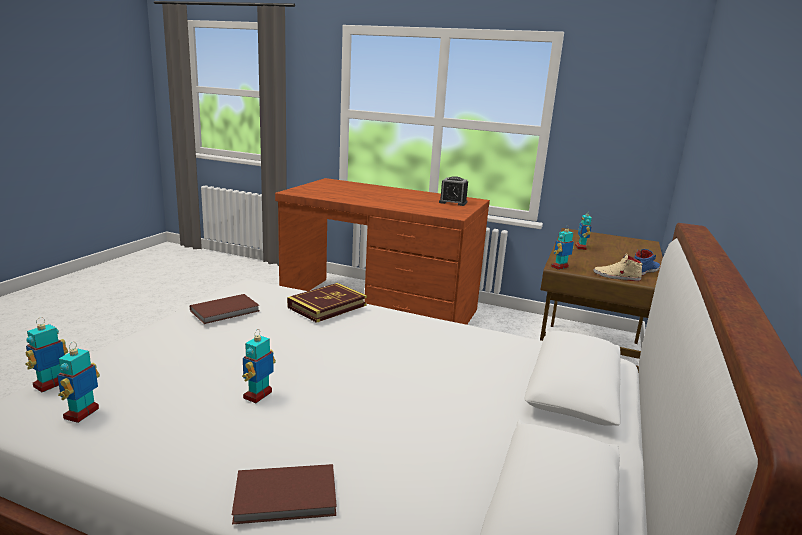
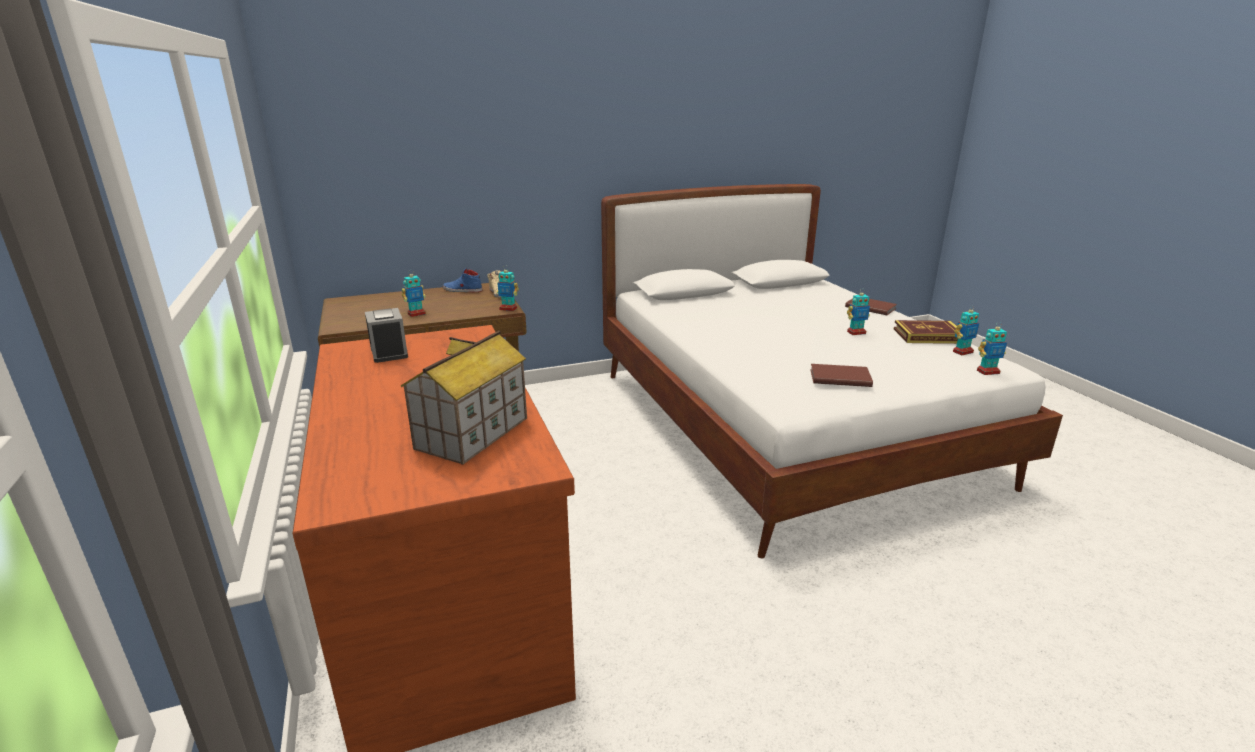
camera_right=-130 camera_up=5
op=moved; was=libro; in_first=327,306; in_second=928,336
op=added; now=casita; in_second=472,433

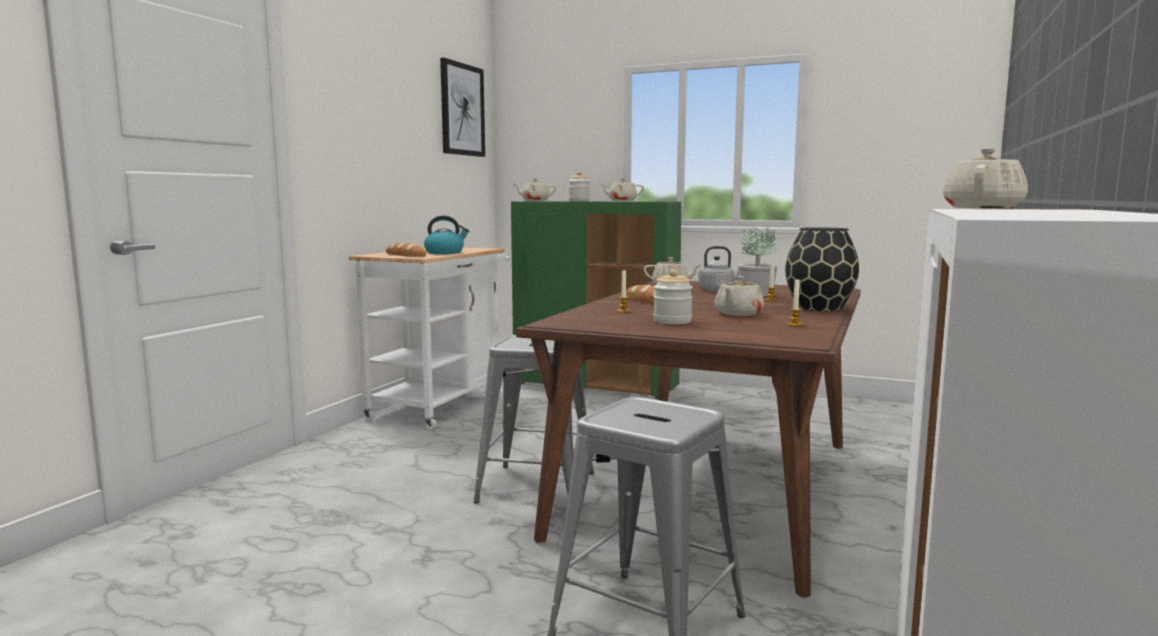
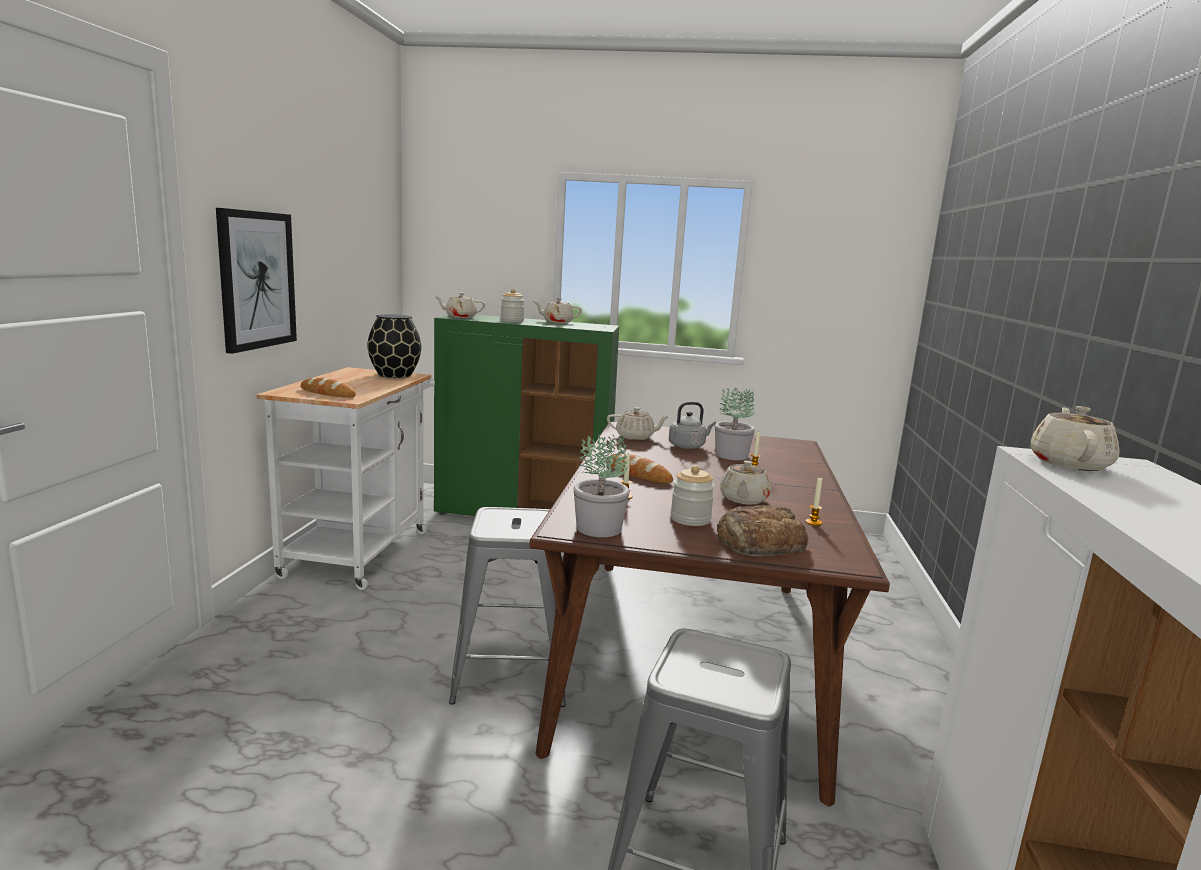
camera_right=-15 camera_up=5
op=removed; was=hervidor; in_first=445,253
op=moved; was=cuadro; in_first=462,110; in_second=256,280
op=moved; was=florero/negro; in_first=818,307; in_second=394,374
op=added; now=planta en maceta; in_second=599,528
op=added; now=pan; in_second=759,542

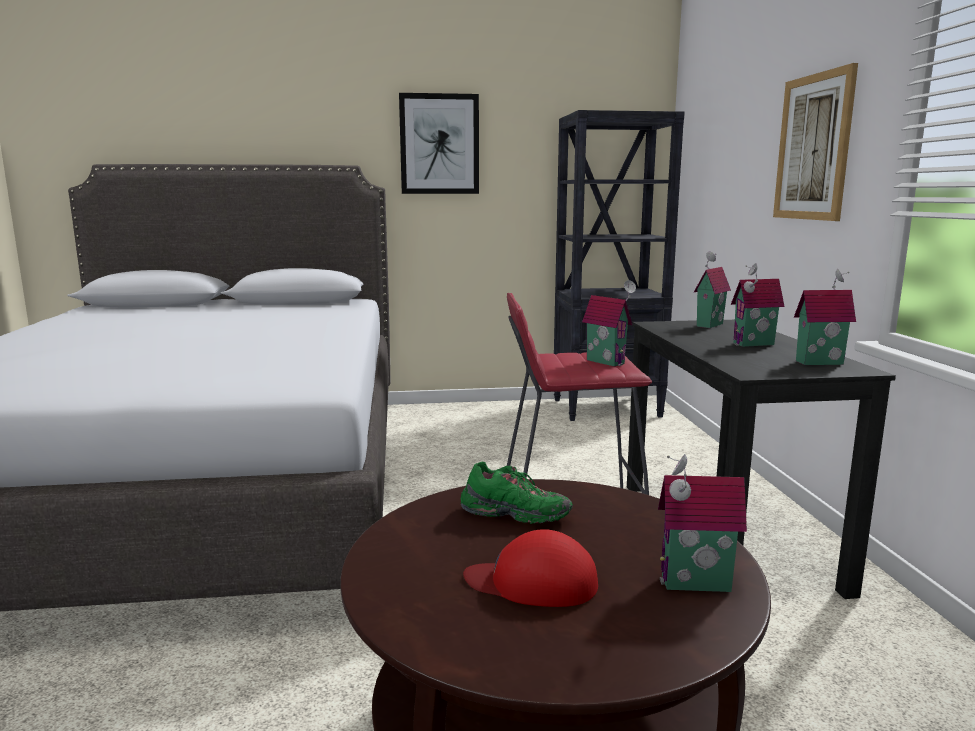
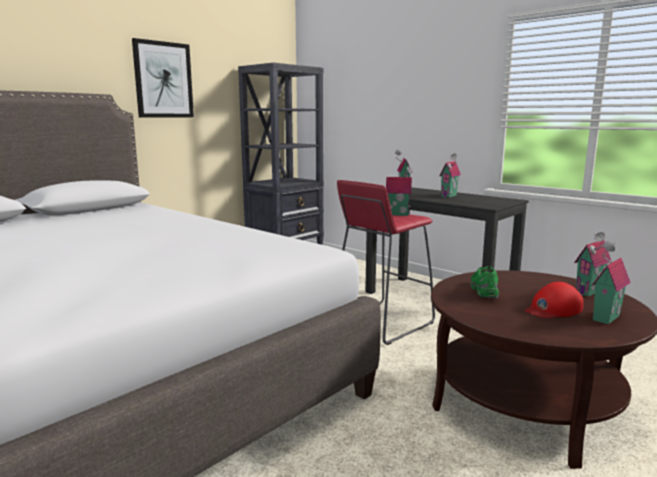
camera_right=-40 camera_up=0
op=turned; was=zapato/verde; in_first=515,515; in_second=484,291; clockwise=-60
op=removed; was=cuadro; in_first=813,147
op=moved; was=casita; in_first=818,362; in_second=603,317

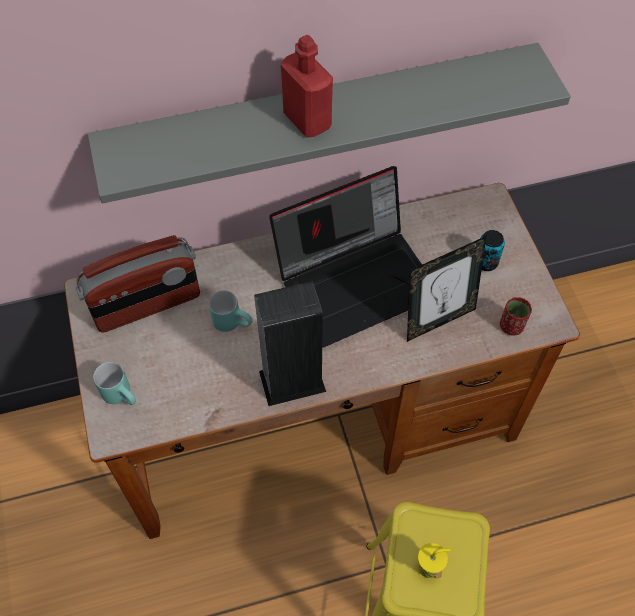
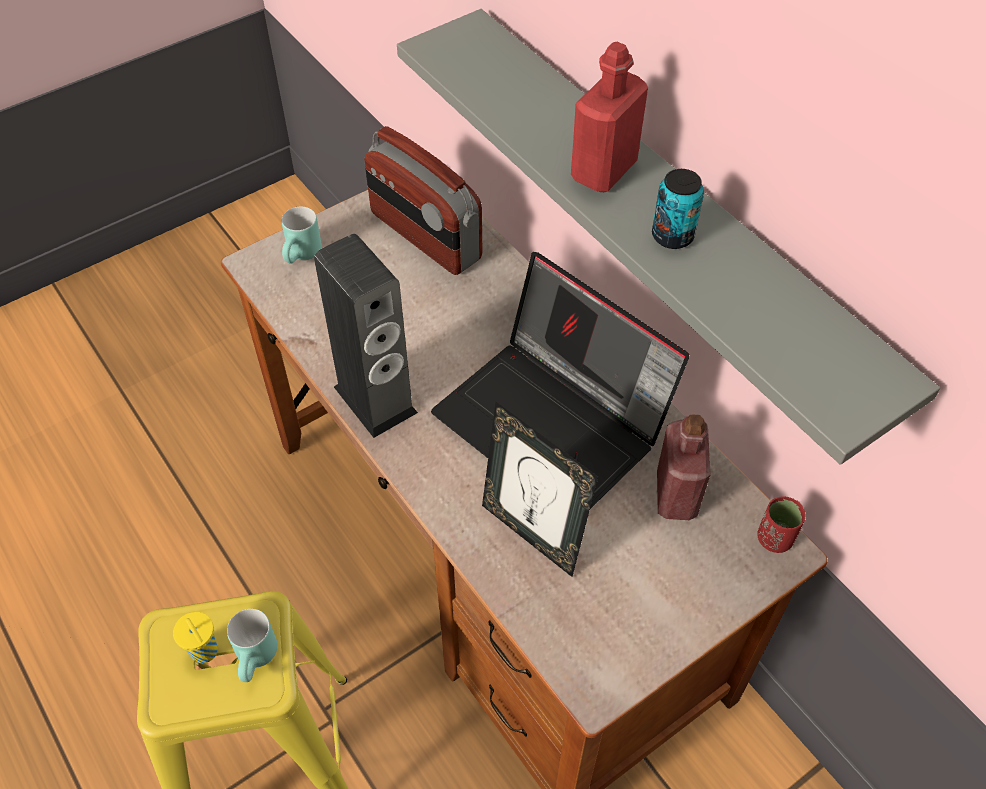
camera_right=70 camera_up=-5
op=moved; was=taza grande/turquesa; in_first=233,322; in_second=258,659
op=moved; was=lata; in_first=486,262; in_second=672,236
op=moved; was=taza/rojo; in_first=511,326; in_second=774,539
op=added; now=botella/rojo; in_second=676,495

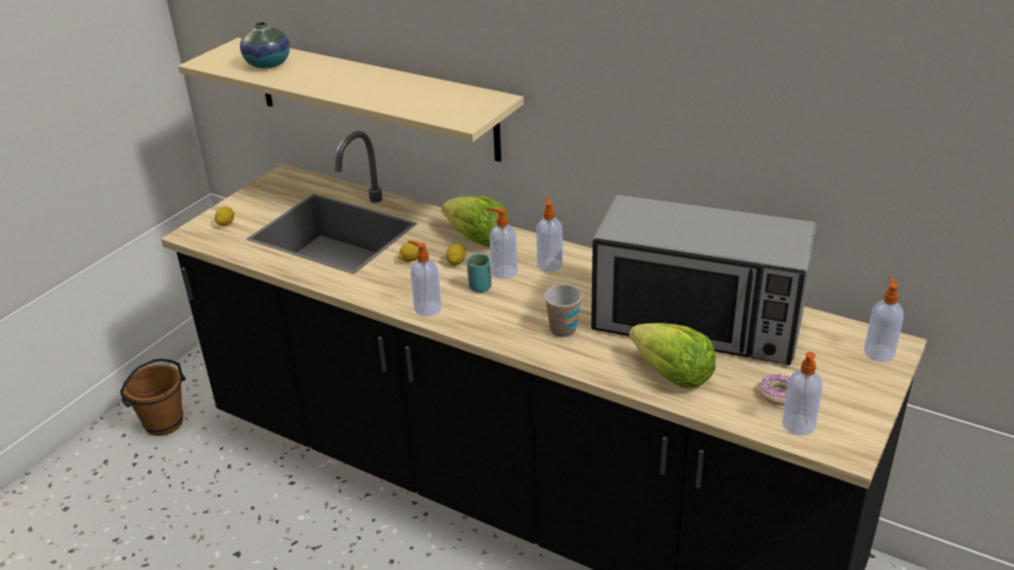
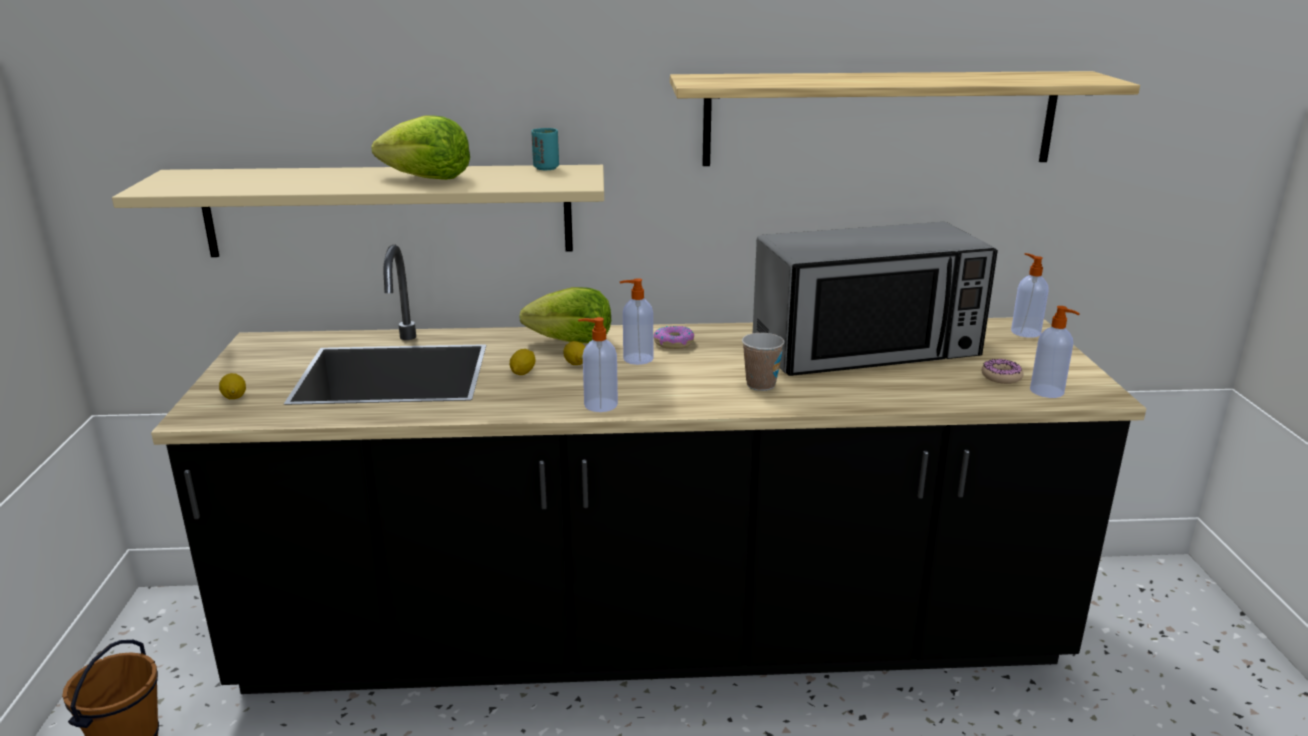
camera_right=-35 camera_up=-10
op=removed; was=florero; in_first=268,64
op=moved; was=taza/turquesa; in_first=480,287; in_second=546,168
op=replaced; was=dispensador de jabón; now=rosquilla; in_first=549,264; in_second=674,343
op=moved; was=lechuga; in_first=671,374; in_second=427,178
op=added; now=estante; in_second=879,118

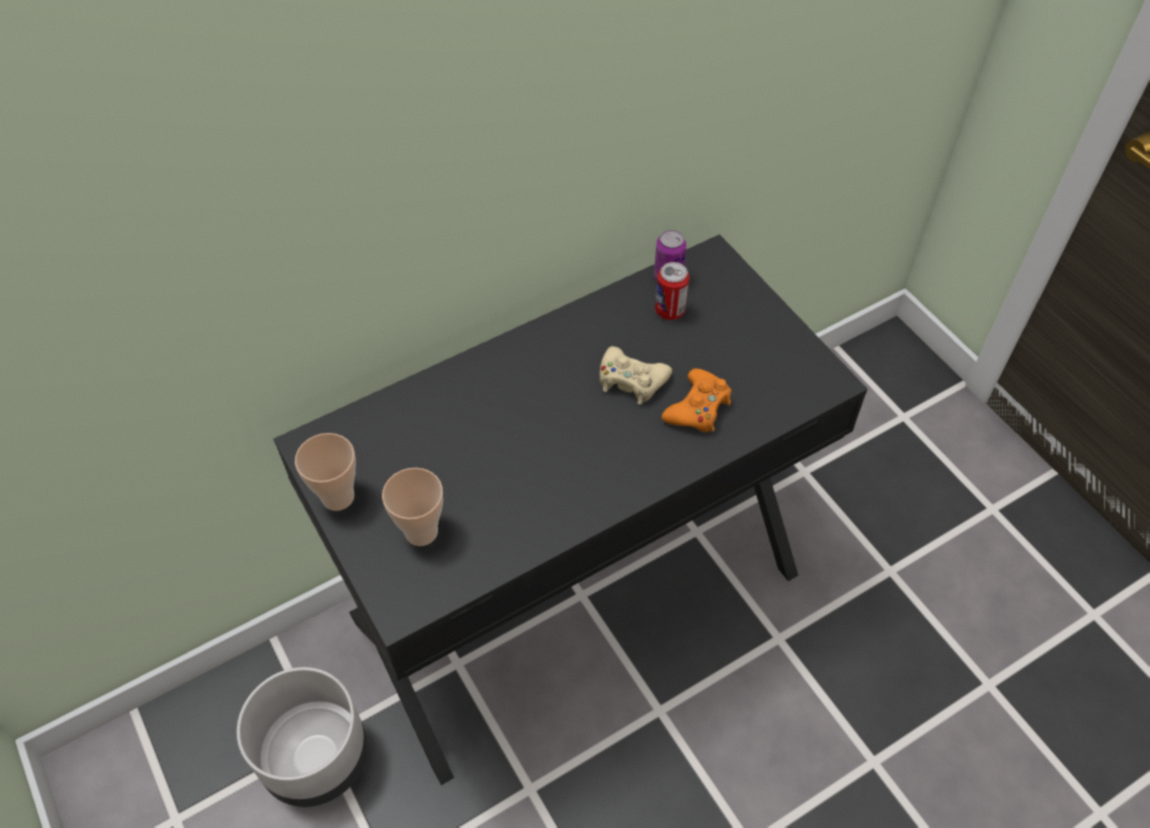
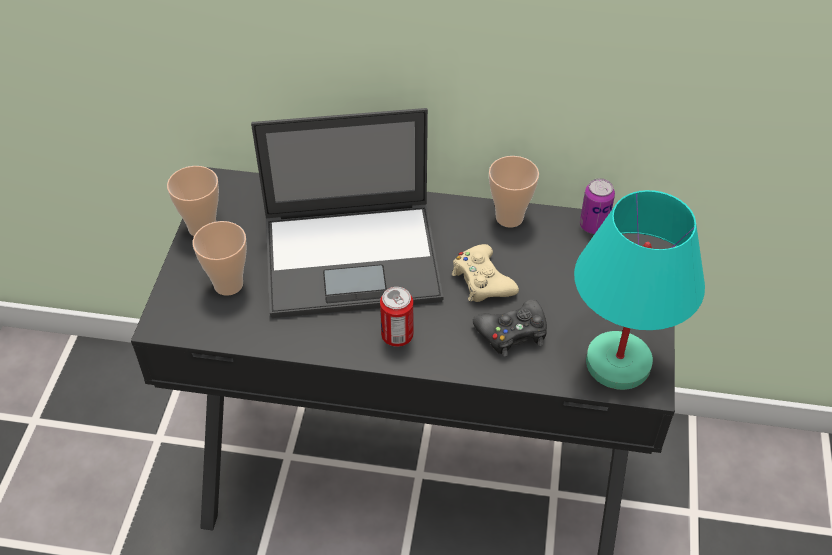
camera_right=40 camera_up=-5
op=removed; was=maceta/gris; in_first=315,756
op=moved; was=lata; in_first=670,311; in_second=397,336
op=recoloured; was=mando de consola/naranja; now=mando de consola/negro; in_first=698,408; in_second=512,333
op=added; now=portátil; in_second=354,258
op=added; now=taza; in_second=509,217
op=added; now=lámpara de mesa/turquesa; in_second=619,364

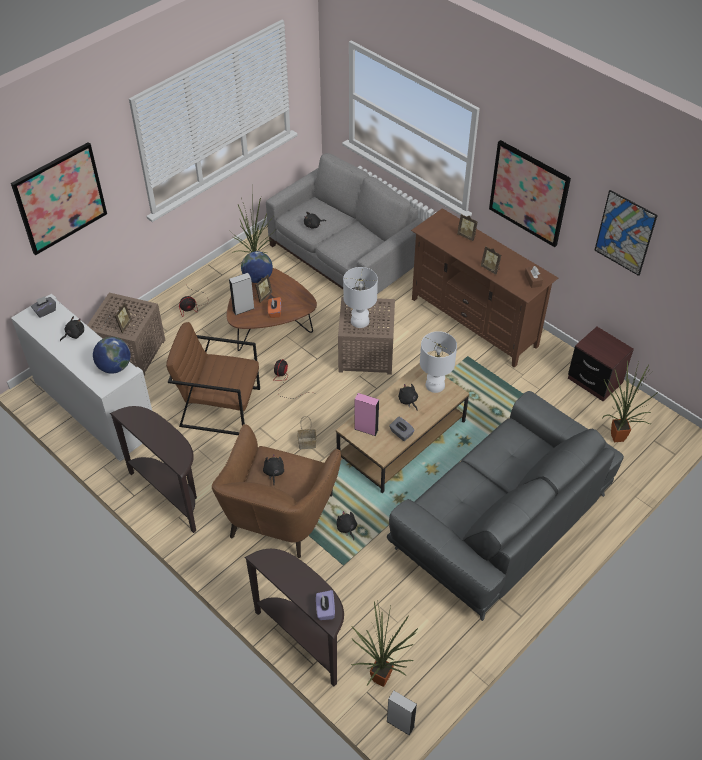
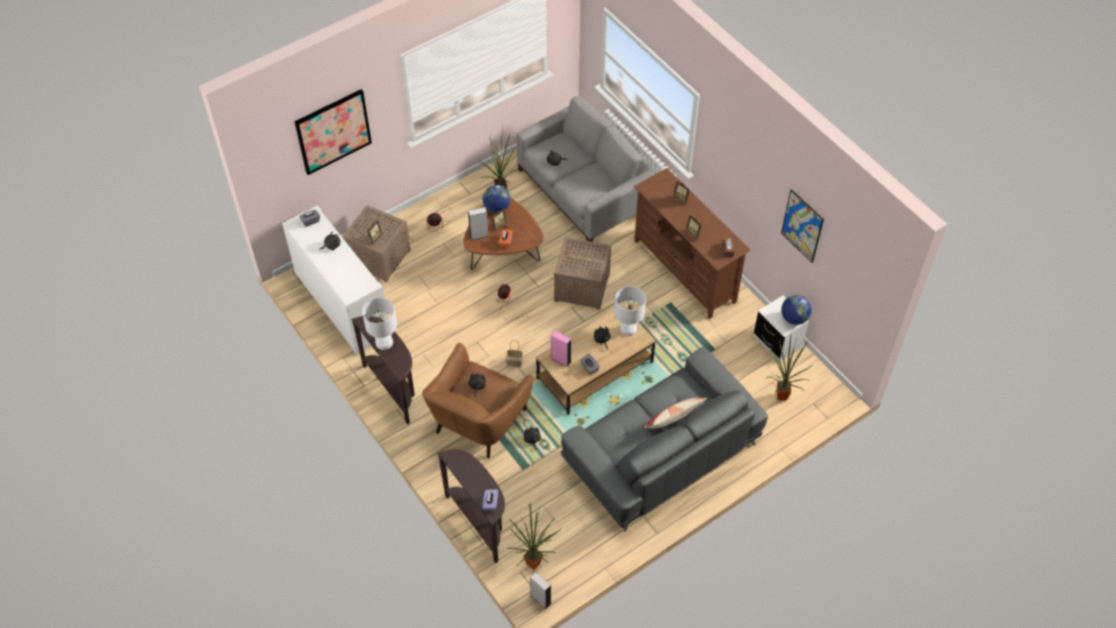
camera_right=10 camera_up=5
op=moved; was=globo terráqueo; in_first=114,367; in_second=794,318
op=removed; was=sillón/marrón; in_first=220,406
op=moved; was=lámpara de mesa/blanco; in_first=359,320; in_second=384,342
op=removed; was=cuadro; in_first=529,193
op=recoloured; was=mesita de noche/marrón; now=mesita de noche/blanco; in_first=594,381; in_second=777,341
op=added; now=cojín; in_second=674,420

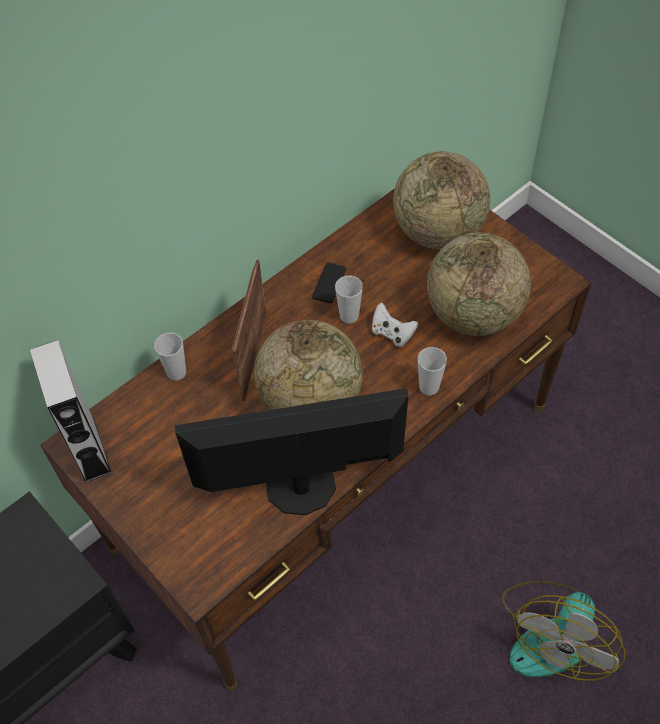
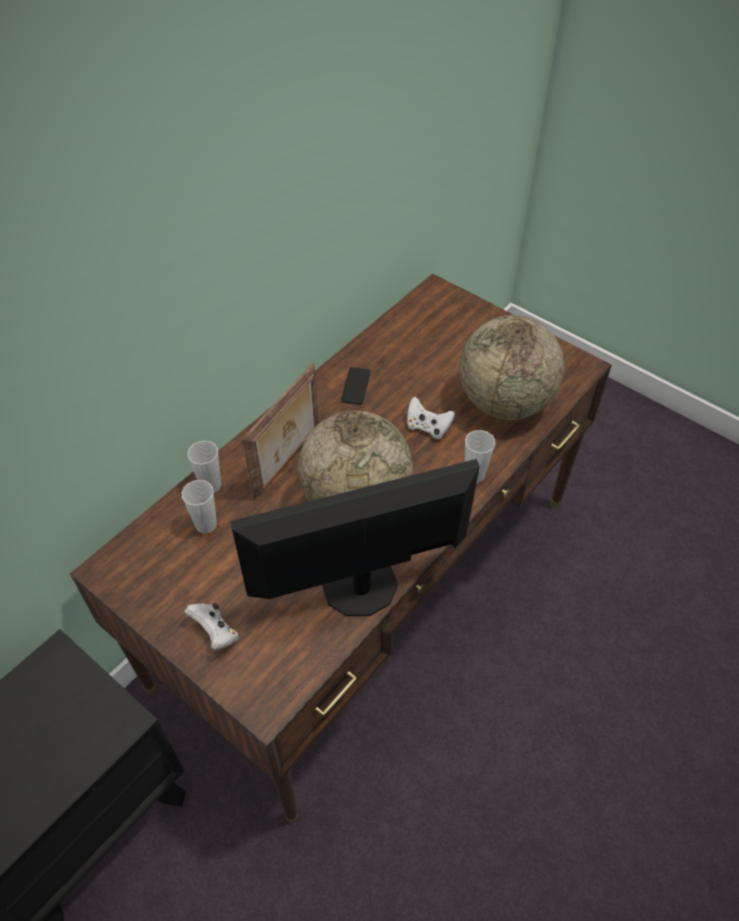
camera_right=-10 camera_up=-5
op=removed; was=altavoz/gris; in_first=89,449
op=turned; was=portarretratos; in_first=252,355; in_second=288,461; clockwise=-150
op=moved; was=taza; in_first=349,316; in_second=206,525
op=removed; was=globo terráqueo; in_first=438,232
op=removed; was=ventilador; in_first=553,634
op=added; now=mando de consola/blanco; in_second=215,633

